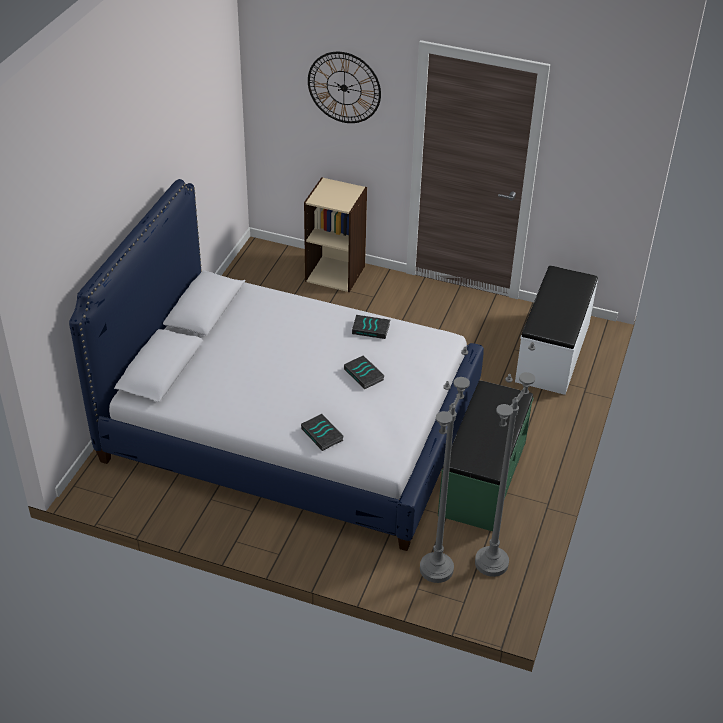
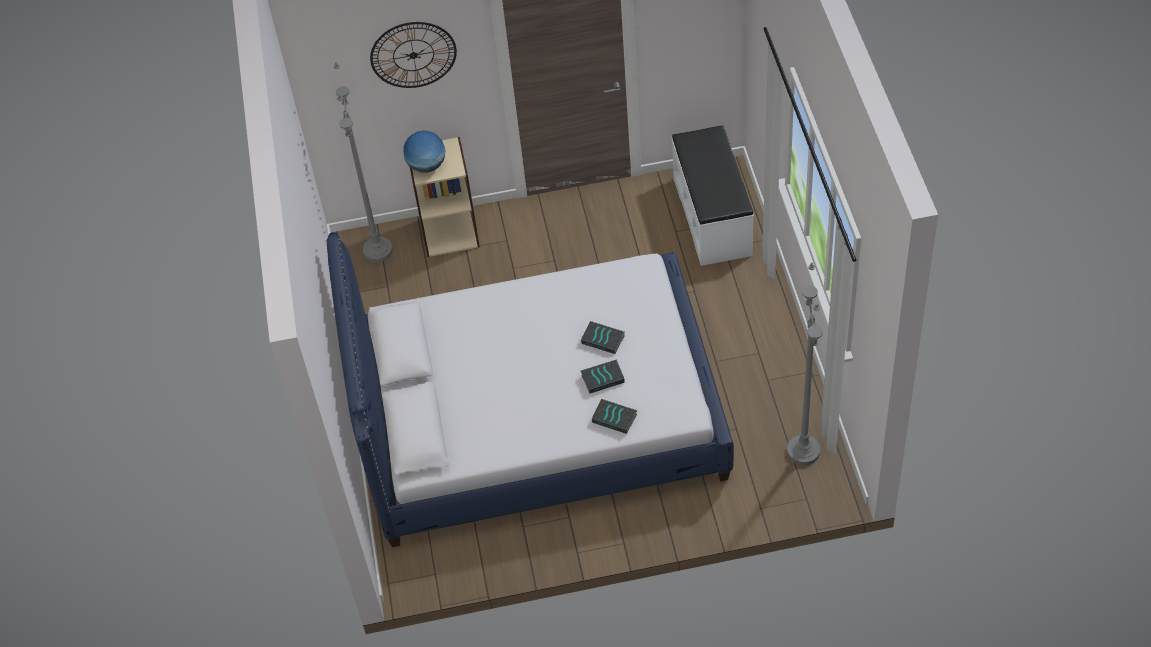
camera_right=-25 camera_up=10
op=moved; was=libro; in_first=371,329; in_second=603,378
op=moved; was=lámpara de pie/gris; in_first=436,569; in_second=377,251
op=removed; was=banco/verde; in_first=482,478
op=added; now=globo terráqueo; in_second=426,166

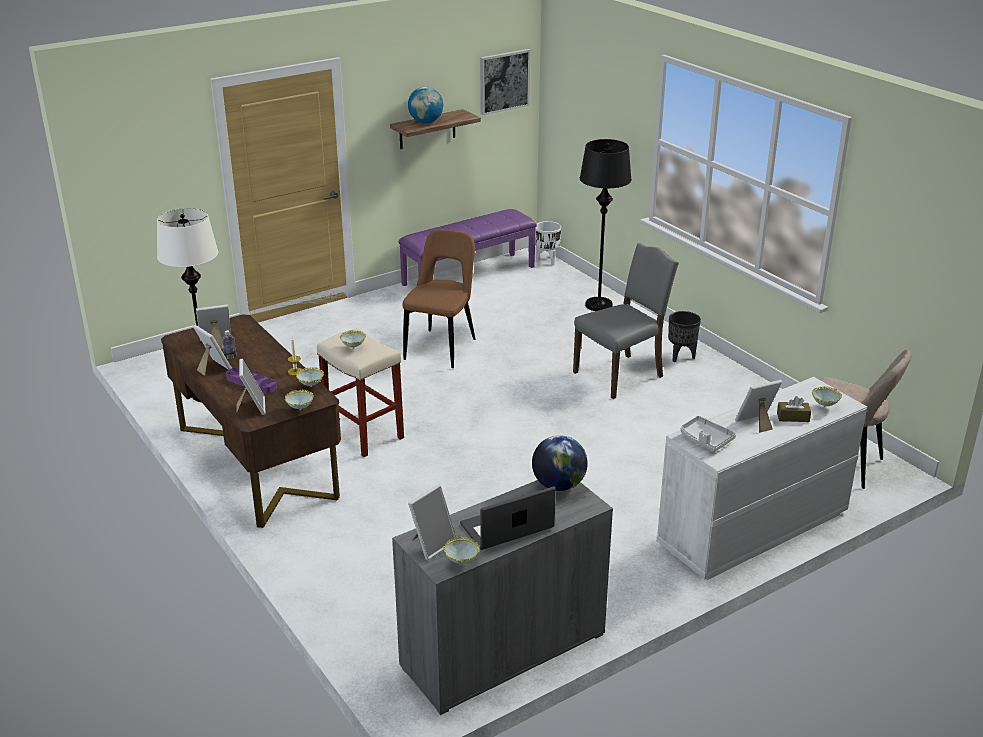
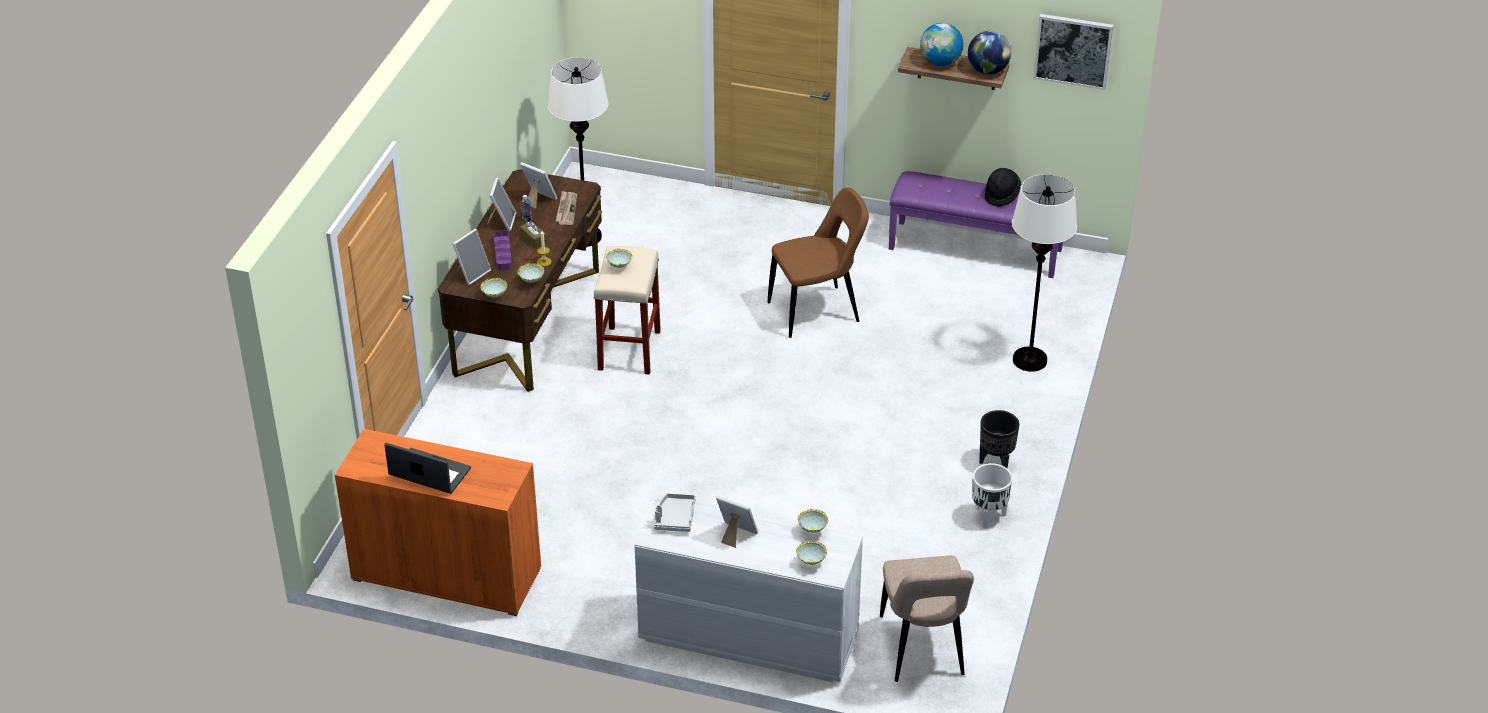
camera_right=50 camera_up=10
op=recoloured; was=armario/gris; now=armario/naranja; in_first=503,650; in_second=446,574
op=removed; was=portarretratos; in_first=431,544
op=moved; was=cuenco; in_first=461,563; in_second=812,531
op=moved; was=globo terráqueo; in_first=558,485; in_second=988,71
op=moved; was=maceta/blanco; in_first=547,261; in_second=988,517
op=removed; was=silla/gris; in_first=621,374
op=recoloured; was=lámpara de pie/negro; now=lámpara de pie/blanco; in_first=599,305; in_second=1030,360
op=moved; was=caja de pañuelos/marrón; in_first=793,417; in_second=533,239
op=added; now=periódico; in_second=566,209
op=added; now=sombrero/negro; in_second=1001,195

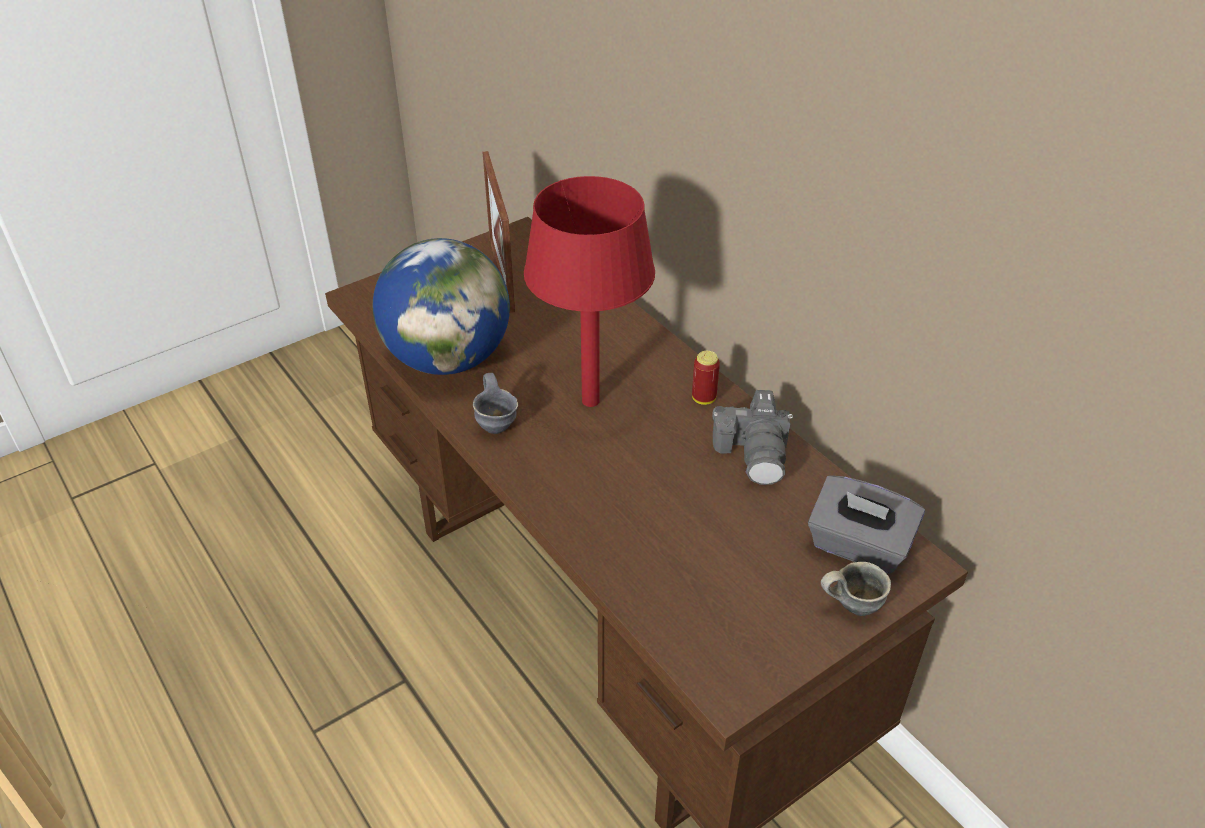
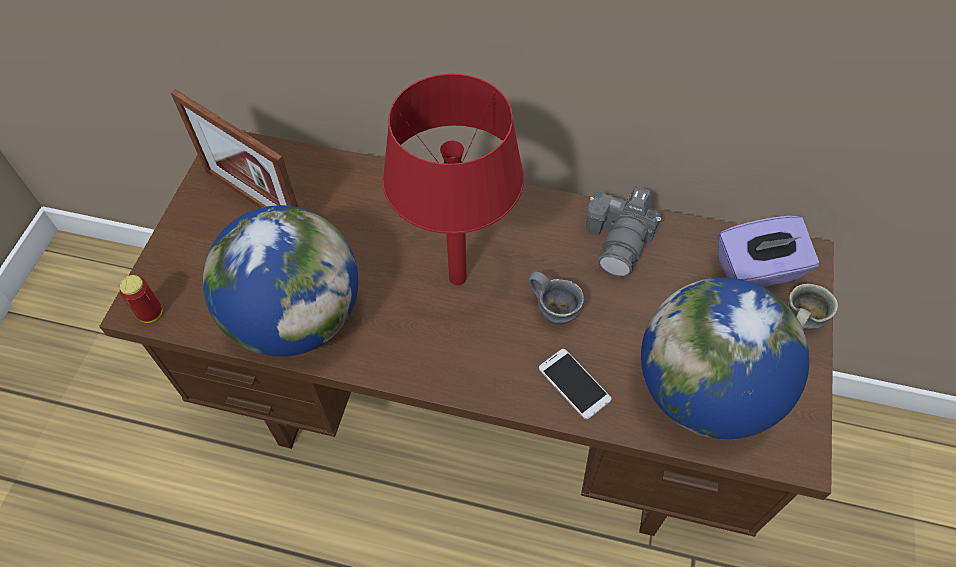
camera_right=-40 camera_up=15
op=moved; was=taza grande/gris; in_first=498,423; in_second=555,310
op=moved; was=lata; in_first=703,398; in_second=151,313
op=turned; was=cámara; in_first=754,452; in_second=620,240; clockwise=60
op=recoloured; was=caja de pañuelos/gris; now=caja de pañuelos/morado; in_first=858,546; in_second=757,271
op=added; now=móvil; in_second=574,384
op=added; now=globo terráqueo; in_second=704,391

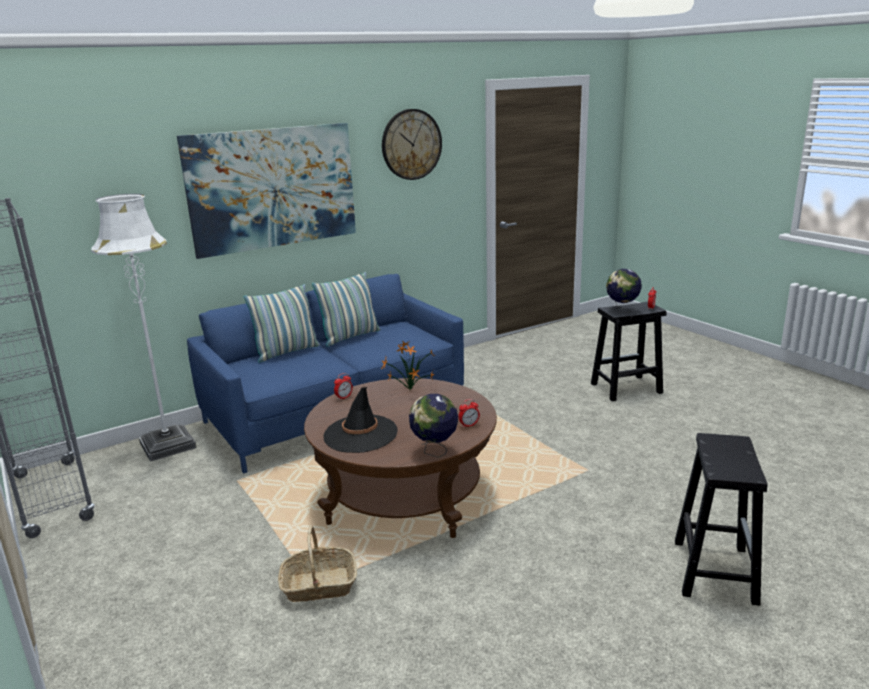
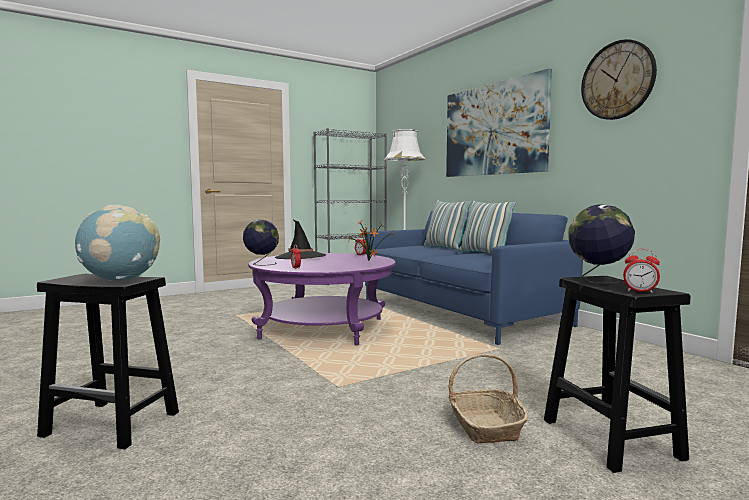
camera_right=90 camera_up=-15
op=moved; was=cesta; in_first=319,585; in_second=484,425
op=recoloured; was=mesa de centro/marrón; now=mesa de centro/morado; in_first=405,494; in_second=324,328
op=added; now=globo terráqueo; in_second=121,280

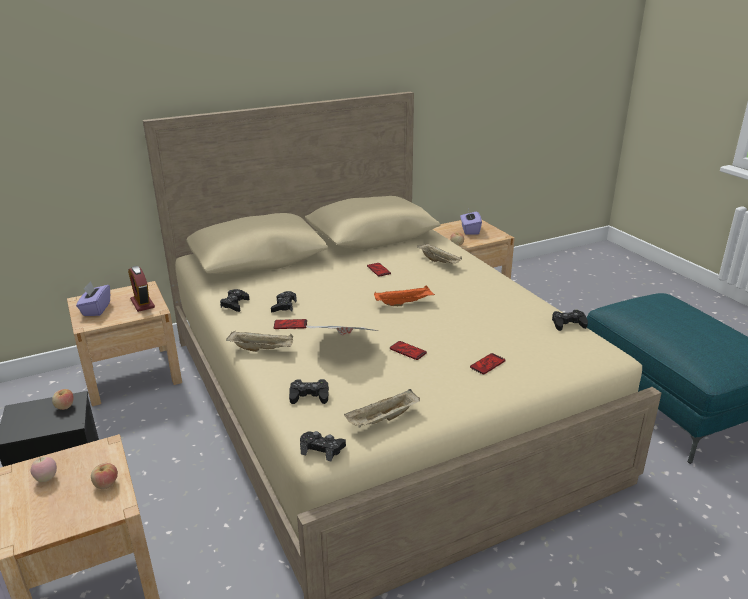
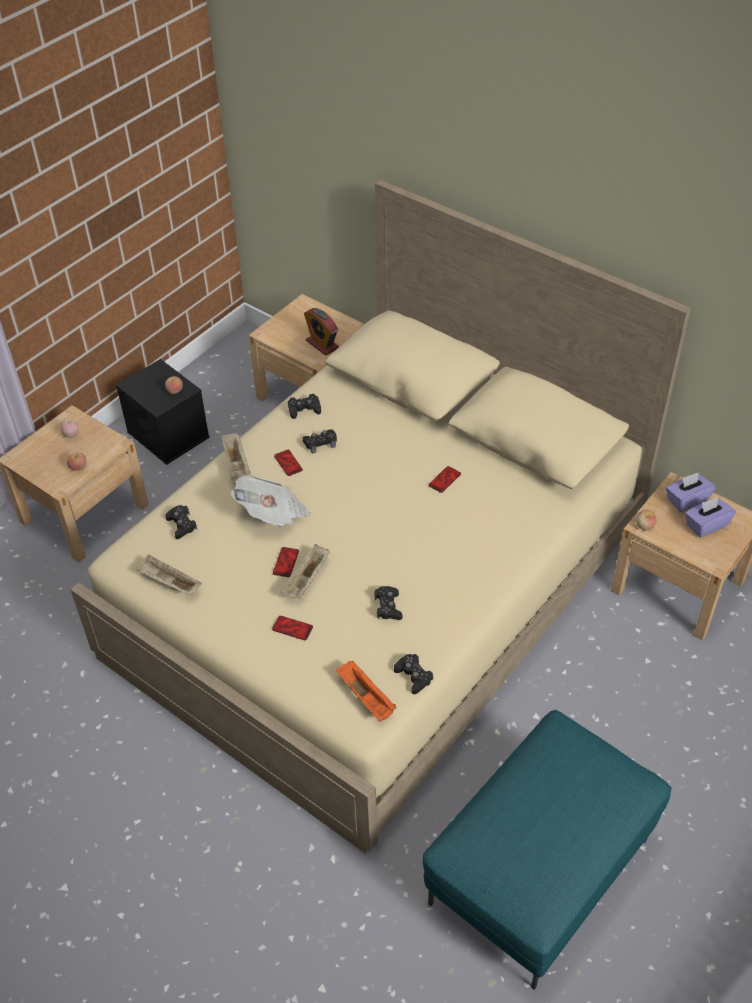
camera_right=65 camera_up=20
op=moved; was=caja de pañuelos/morado; in_first=96,309; in_second=687,500
op=turned; was=despertador; in_first=142,303; in_second=322,344; clockwise=-75
op=moved; was=mando de consola/negro; in_first=322,449; in_second=388,607
op=moved; was=bandeja/naranja; in_first=404,303; in_second=367,698
op=moved; was=bandeja/beis; in_first=439,262; in_second=306,580

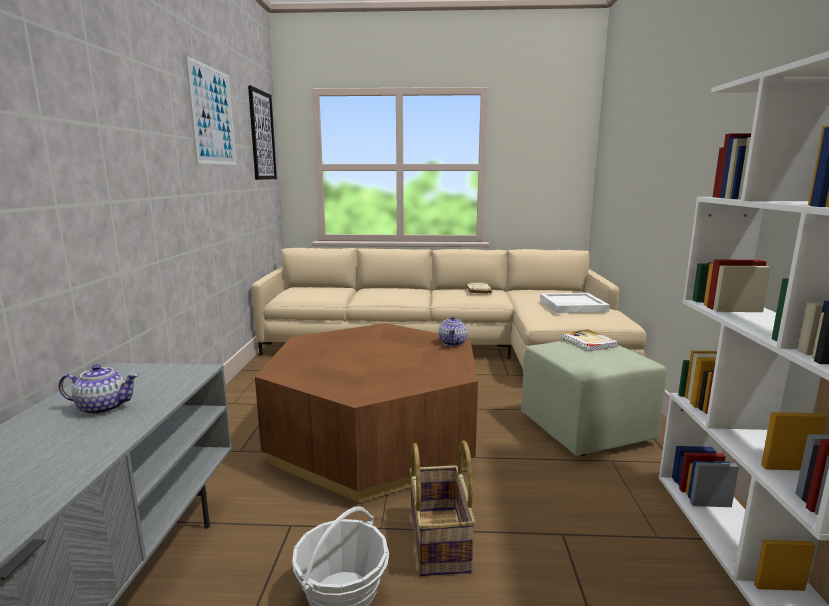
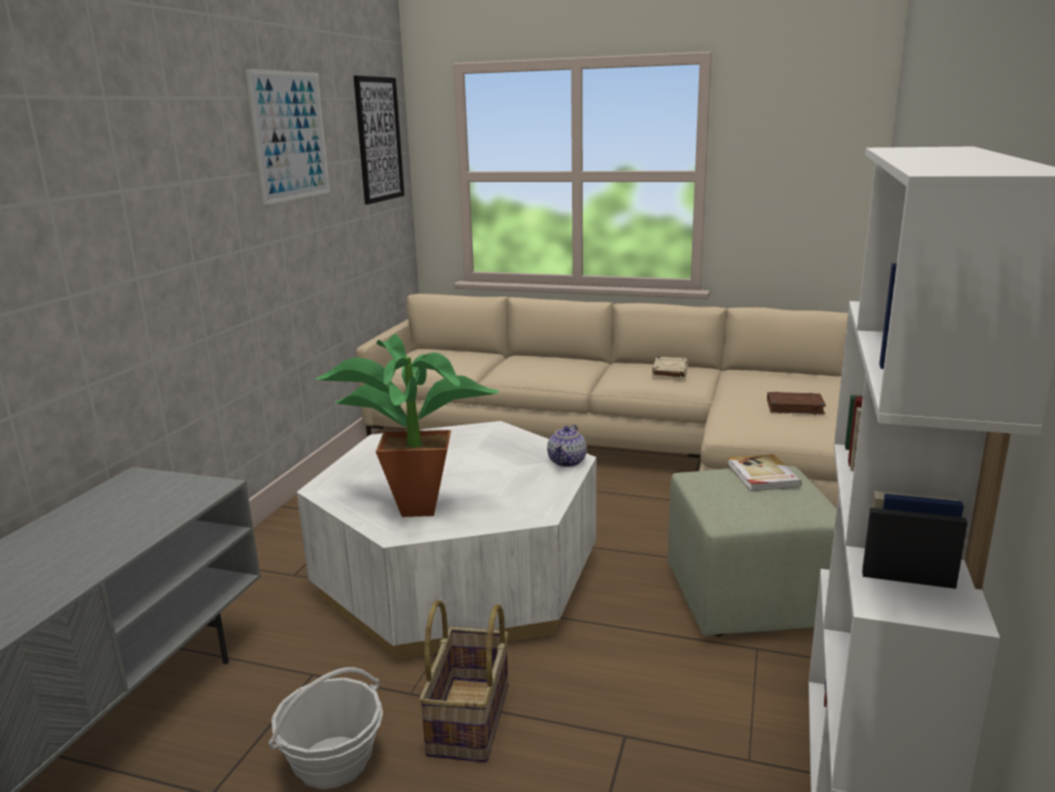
camera_right=15 camera_up=5
op=removed; was=tetera; in_first=103,407
op=recoloured; was=mesa de centro/marrón; now=mesa de centro/blanco; in_first=375,438; in_second=458,577
op=replaced; was=bandeja/blanco; now=libro/marrón; in_first=572,306; in_second=794,407
op=added; now=planta en maceta; in_second=411,506

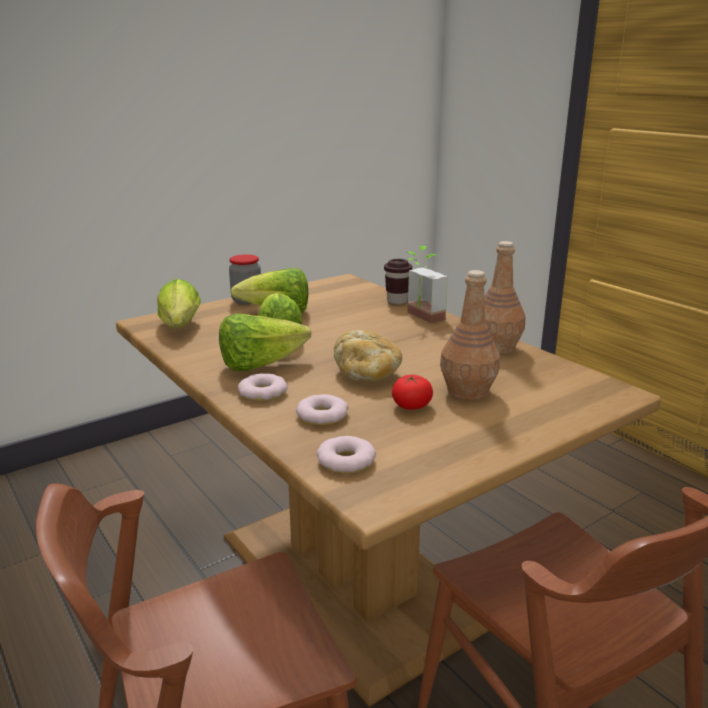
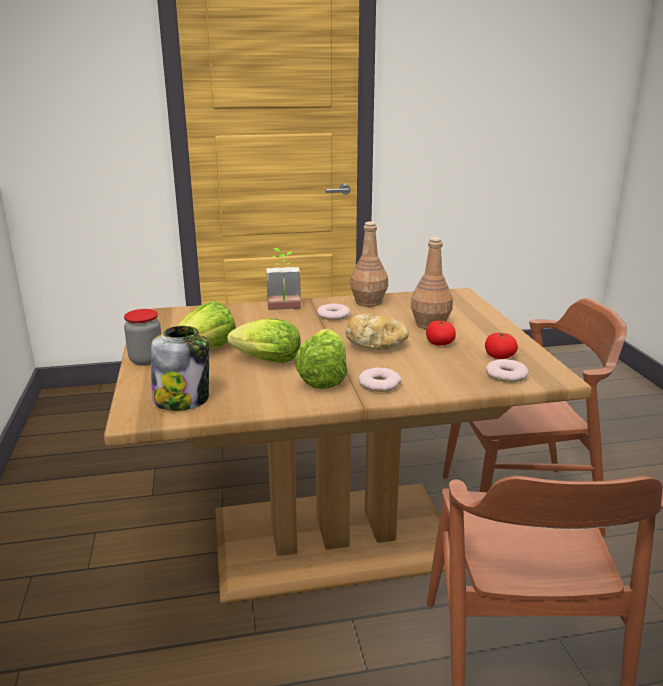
camera_right=-65 camera_up=0
op=replaced; was=lechuga; now=tarro; in_first=180,327; in_second=182,399
op=moved; was=rosquilla; in_first=322,415; in_second=333,315
op=removed; was=taza/marrón; in_first=397,301
op=added; now=tomate; in_second=499,356

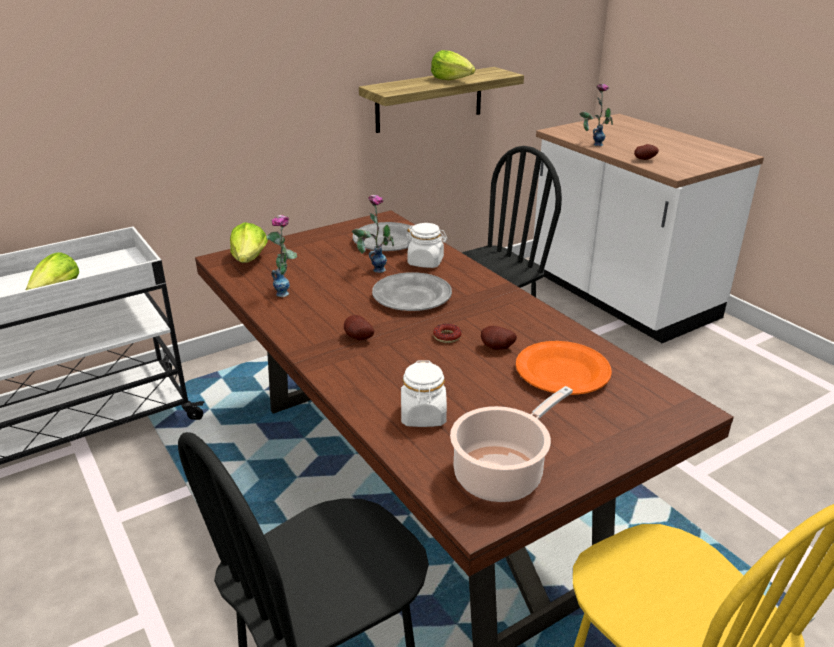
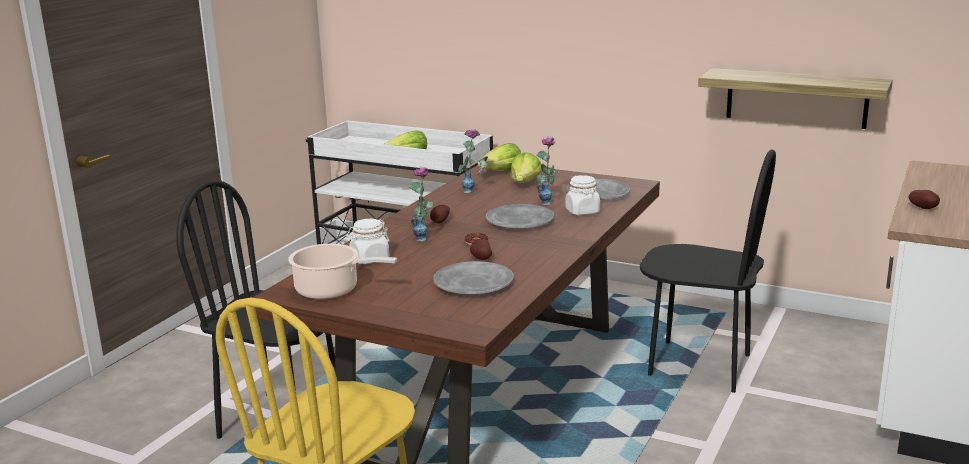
camera_right=60 camera_up=-10
op=moved; was=lechuga; in_first=452,80; in_second=525,183
op=recoloured; was=plato/naranja; now=plato/gris; in_first=563,373; in_second=474,283
op=moved; was=florero; in_first=593,143; in_second=423,237

